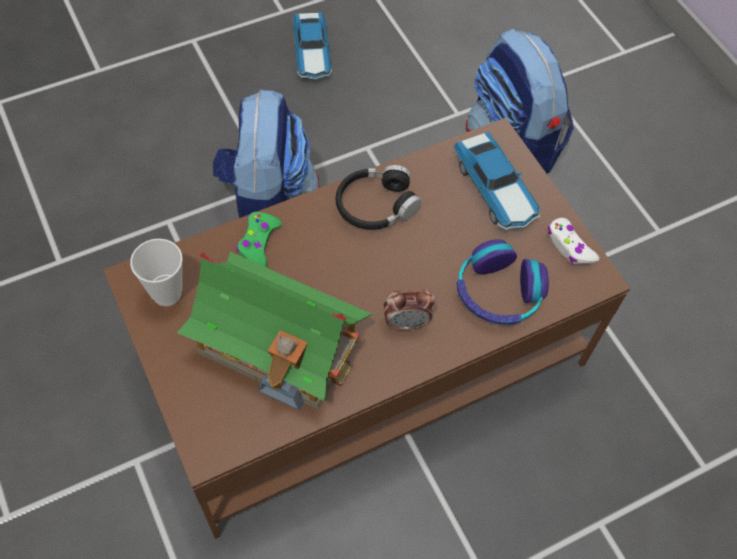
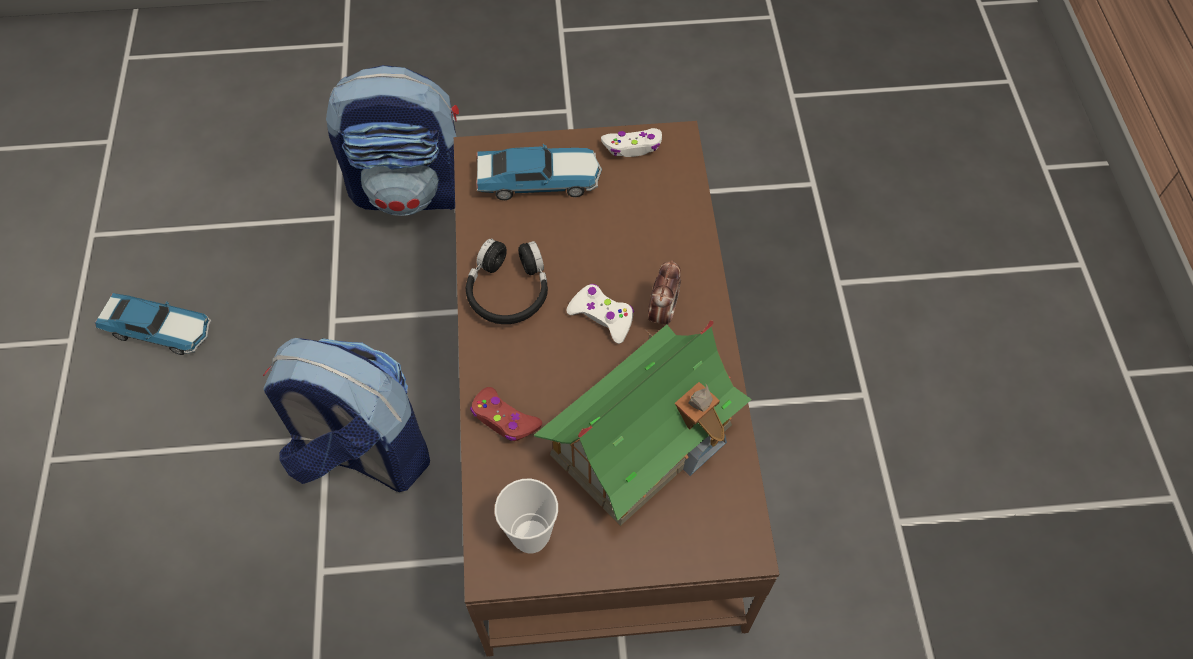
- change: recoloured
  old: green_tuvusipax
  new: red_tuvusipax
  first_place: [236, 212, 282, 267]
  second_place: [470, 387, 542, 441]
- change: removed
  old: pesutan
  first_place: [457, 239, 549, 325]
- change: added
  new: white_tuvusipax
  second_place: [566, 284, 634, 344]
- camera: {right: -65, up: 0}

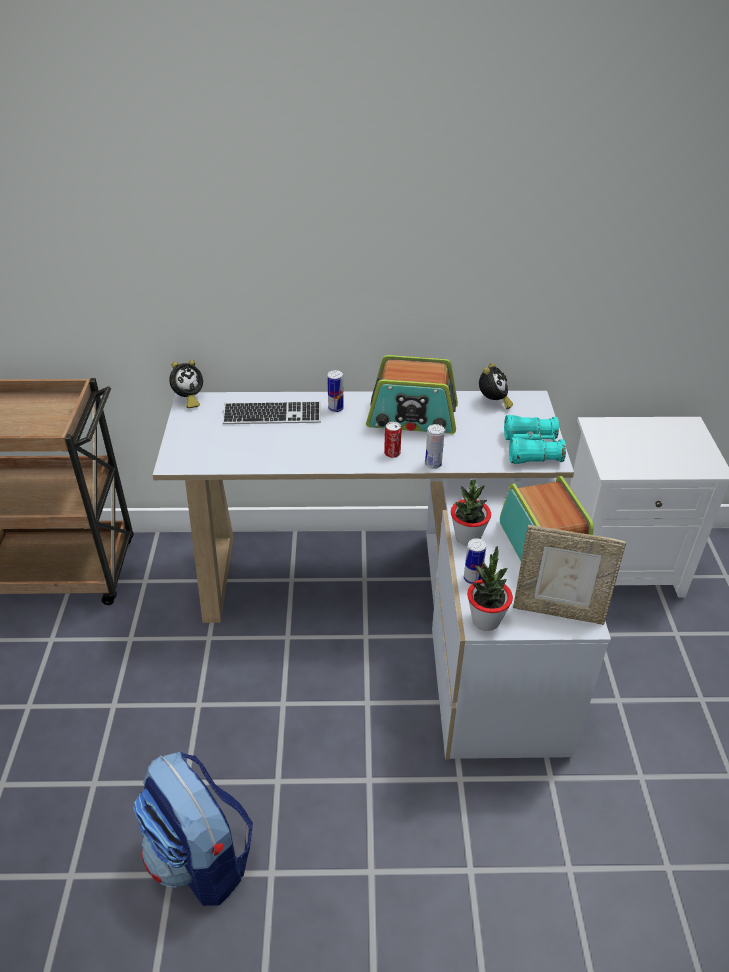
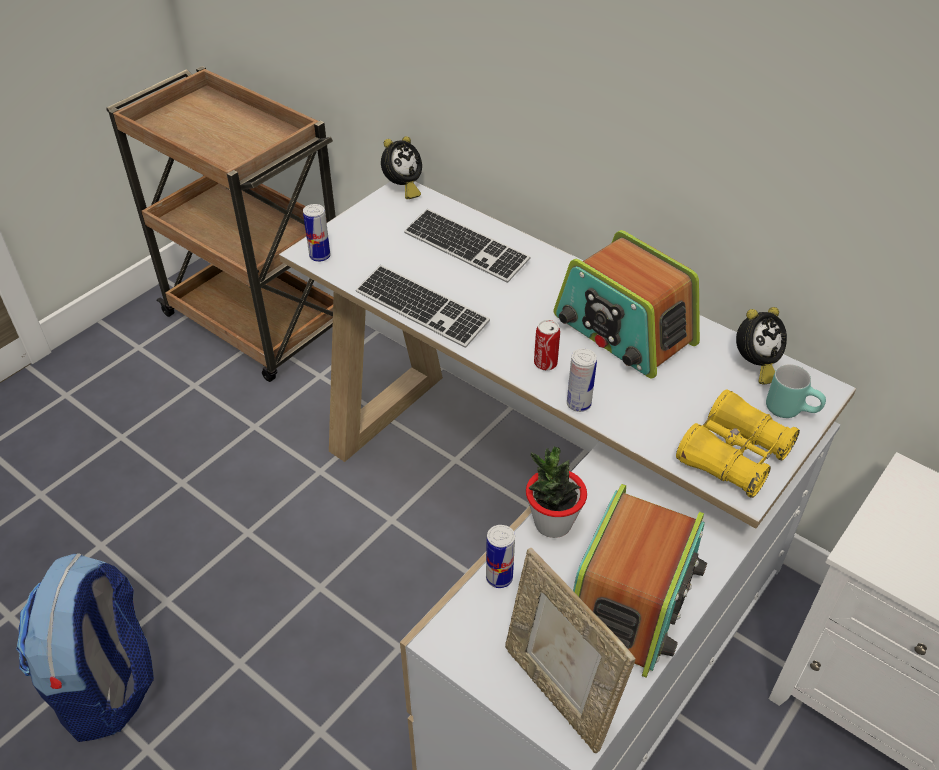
- change: turned
  old: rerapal
  first_place: [169, 360, 203, 408]
  second_place: [381, 136, 422, 199]
  degrees: -45
- change: moved
  old: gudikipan
  first_place: [327, 370, 344, 412]
  second_place: [303, 204, 331, 262]
- change: recoloured
  old: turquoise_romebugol
  new: yellow_romebugol
  first_place: [504, 415, 566, 464]
  second_place: [676, 389, 800, 498]
- change: removed
  old: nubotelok
  first_place: [467, 546, 513, 631]
- change: added
  new: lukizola
  second_place: [356, 265, 490, 348]
- change: added
  new: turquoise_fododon
  second_place: [766, 364, 826, 418]
- camera: {right: 40, up: 5}

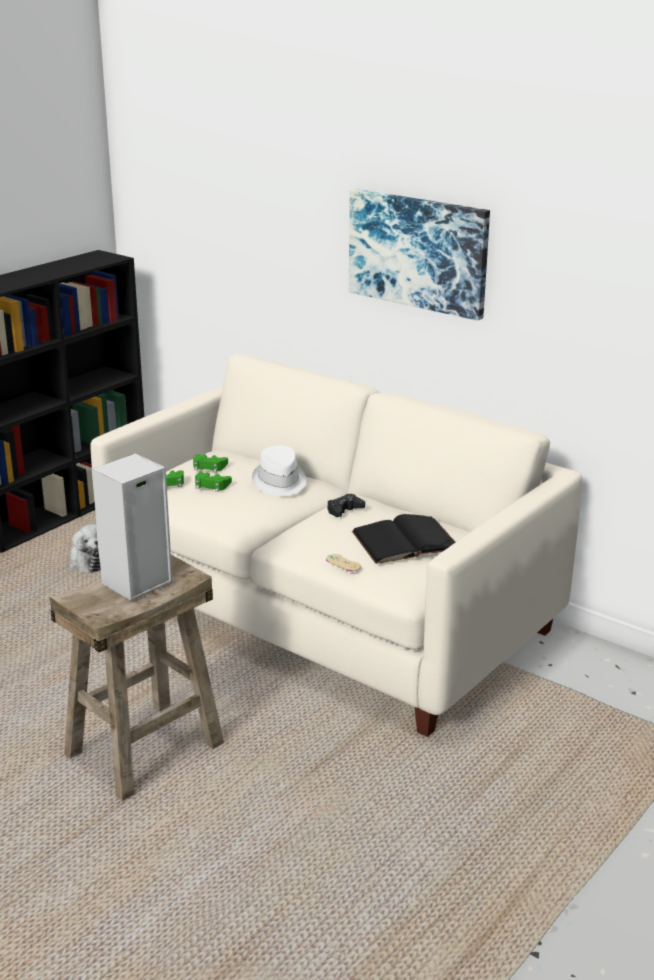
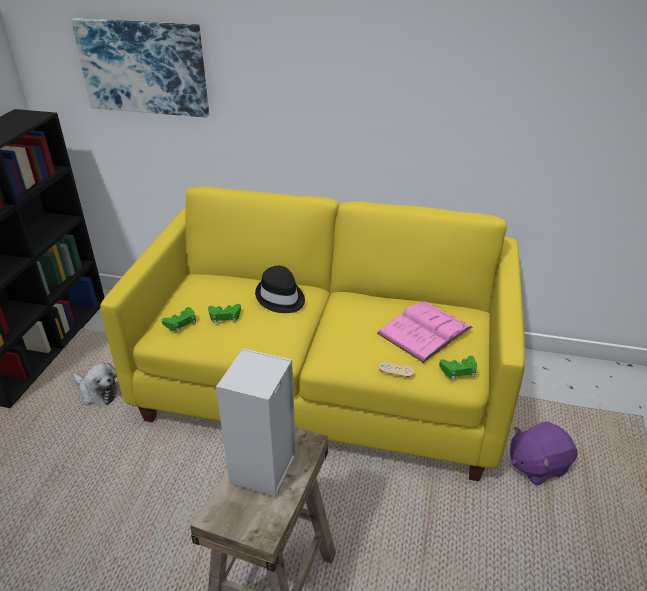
- change: moved
  old: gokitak
  first_place: [349, 189, 490, 321]
  second_place: [71, 18, 209, 118]
- change: recoloured
  old: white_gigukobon
  new: yellow_gigukobon
  first_place: [91, 354, 582, 737]
  second_place: [100, 187, 525, 481]
- change: recoloured
  old: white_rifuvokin
  new: black_rifuvokin
  first_place: [252, 445, 306, 496]
  second_place: [255, 266, 305, 313]
- change: moved
  old: green_tuvusipax
  first_place: [193, 454, 228, 472]
  second_place: [439, 356, 477, 380]
- change: removed
  old: black_tuvusipax
  first_place: [327, 494, 365, 517]
- change: recoloured
  old: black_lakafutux
  new: pink_lakafutux
  first_place: [352, 514, 456, 564]
  second_place: [377, 301, 472, 363]
- change: added
  new: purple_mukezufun
  second_place: [510, 421, 578, 486]
- camera: {right: -25, up: 10}

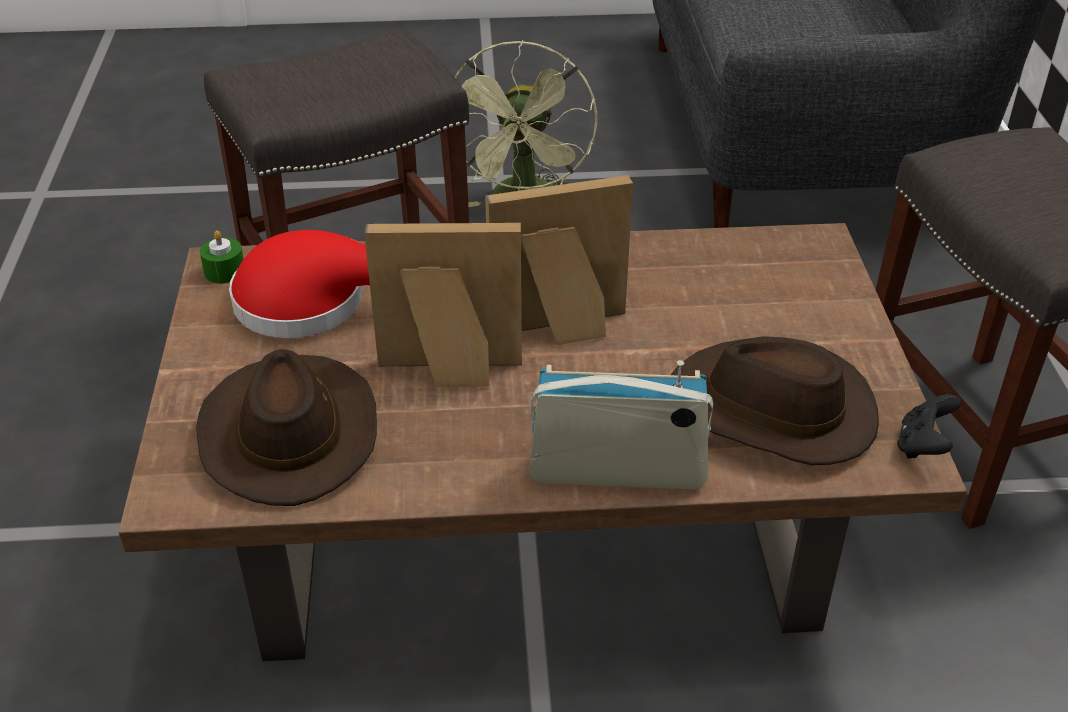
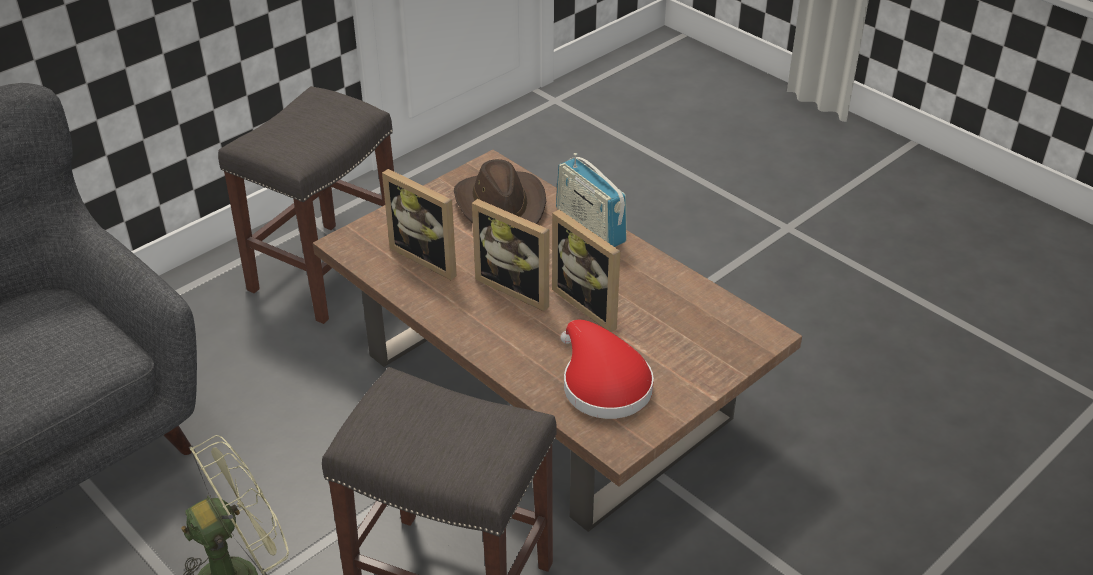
- change: removed
  old: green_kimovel
  first_place: [200, 230, 244, 283]
- change: removed
  old: brown_rifuvokin
  first_place: [196, 349, 377, 506]
- change: removed
  old: black_tuvusipax
  first_place: [897, 394, 961, 459]
- change: added
  new: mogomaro
  second_place: [382, 169, 457, 280]
- camera: {right: -130, up: 0}

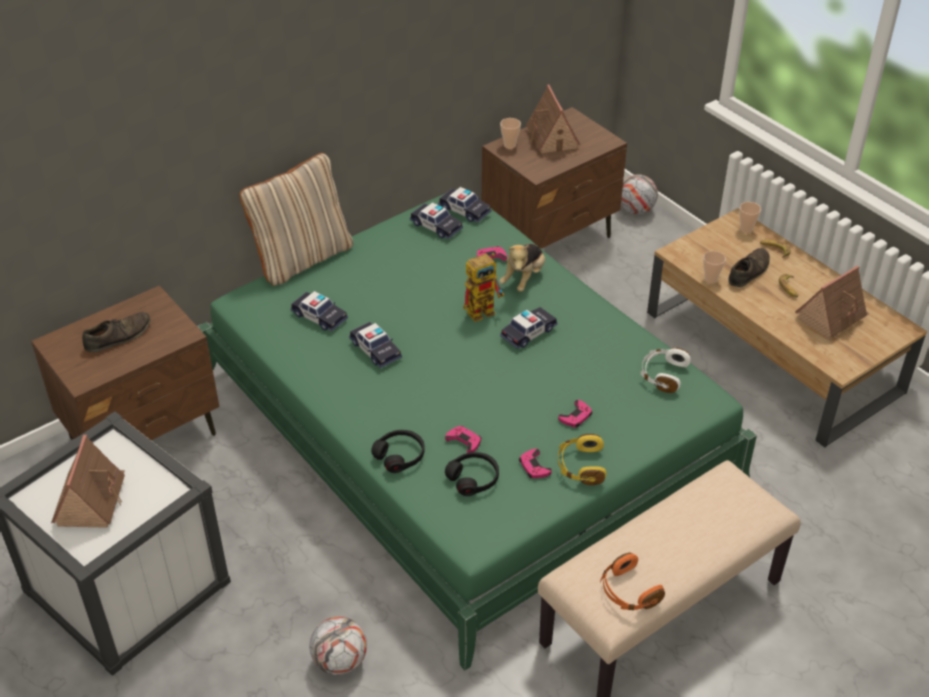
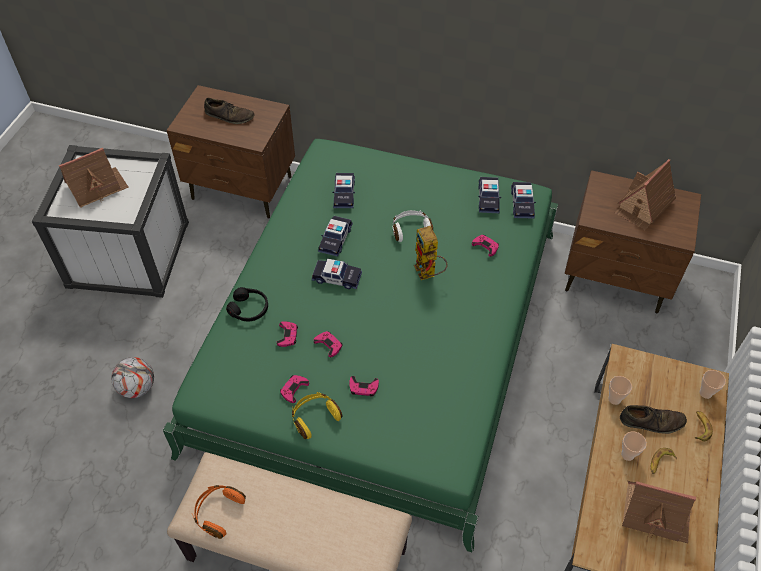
- change: moved
  old: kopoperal
  first_place: [500, 118, 521, 149]
  second_place: [621, 431, 647, 461]
- change: removed
  old: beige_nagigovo
  first_place: [239, 153, 353, 286]
- change: removed
  old: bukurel
  first_place: [621, 175, 658, 214]
- change: removed
  old: mukezufun
  first_place: [499, 243, 545, 292]
- change: turned
  old: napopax
  first_place: [463, 253, 504, 322]
  second_place: [414, 226, 448, 280]
  degrees: 45
- change: moved
  old: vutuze
  first_place: [500, 307, 558, 349]
  second_place: [312, 258, 362, 289]
- change: moved
  old: white_pesutan
  first_place: [641, 347, 691, 393]
  second_place: [393, 210, 433, 242]
- change: removed
  old: black_pesutan
  first_place: [445, 452, 499, 496]
- change: added
  new: pink_tuvusipax
  second_place: [314, 331, 343, 357]
- camera: {right: 55, up: 10}

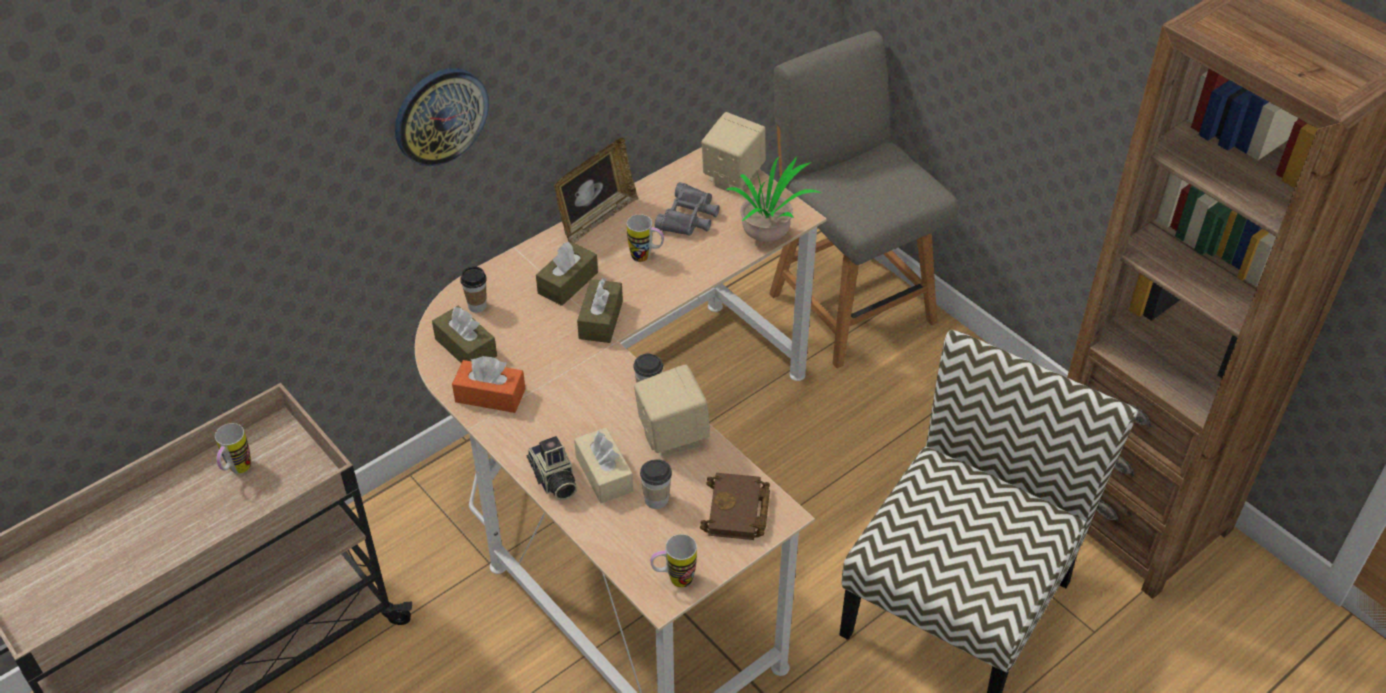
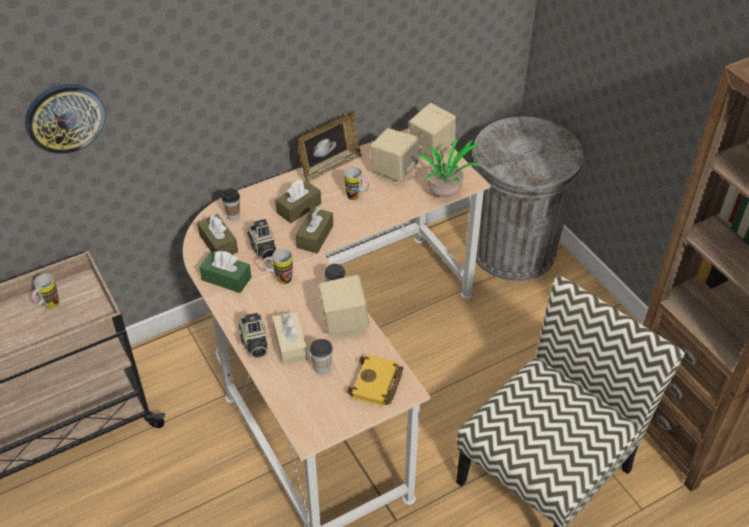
- change: replaced
  old: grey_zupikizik
  new: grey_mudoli
  first_place: [769, 30, 959, 368]
  second_place: [472, 117, 583, 281]
- change: moved
  old: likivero
  first_place: [395, 68, 489, 166]
  second_place: [25, 84, 106, 154]
- change: replaced
  old: grey_romebugol
  new: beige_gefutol
  first_place: [655, 182, 720, 236]
  second_place: [370, 128, 419, 186]
- change: recoloured
  old: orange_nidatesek
  new: green_nidatesek
  first_place: [452, 356, 525, 413]
  second_place: [199, 251, 251, 293]
- change: recoloured
  old: brown_lakafutux
  new: yellow_lakafutux
  first_place: [700, 473, 770, 540]
  second_place: [347, 355, 404, 406]
- change: moved
  old: fododon
  first_place: [650, 534, 697, 588]
  second_place: [263, 249, 293, 284]
- change: added
  new: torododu
  second_place: [247, 219, 276, 261]
- camera: {right: 10, up: 0}

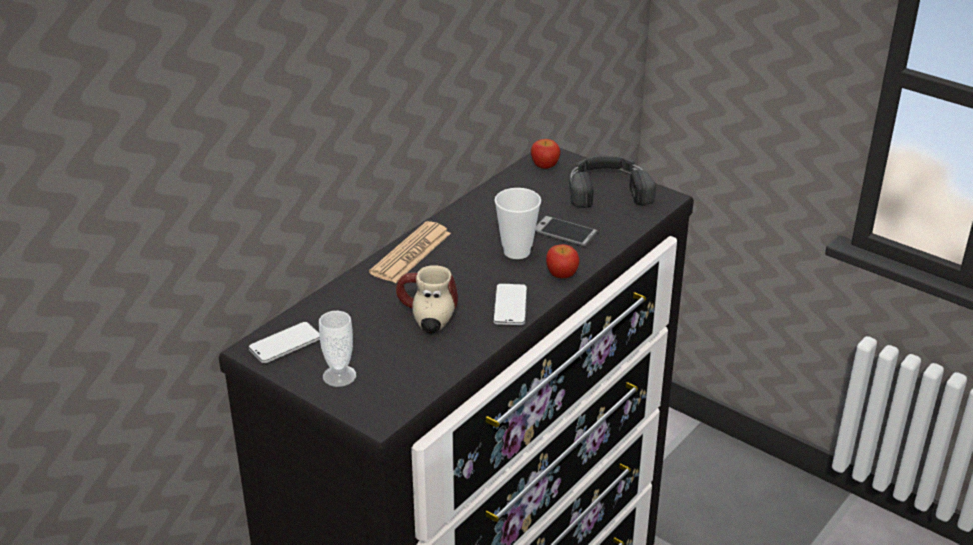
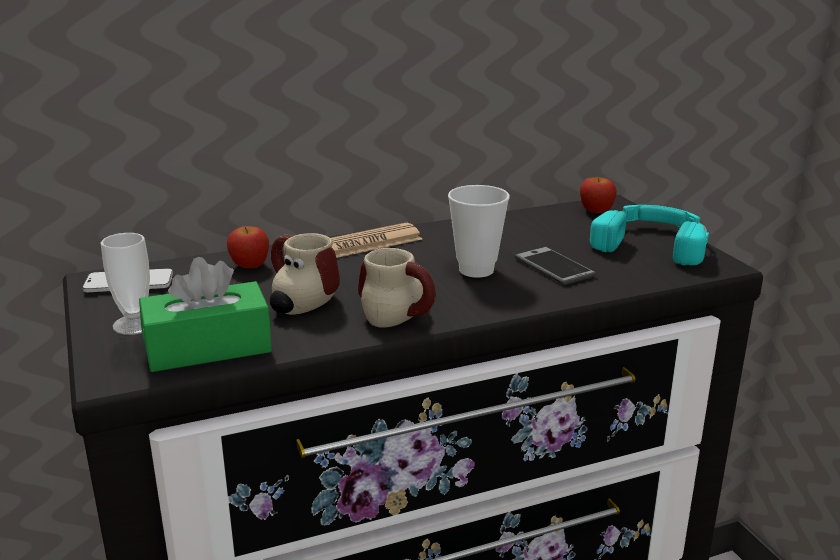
- change: recoloured
  old: black_pesutan
  new: turquoise_pesutan
  first_place: [569, 156, 656, 208]
  second_place: [590, 205, 709, 266]
- change: moved
  old: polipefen
  first_place: [546, 244, 579, 278]
  second_place: [227, 226, 269, 268]
- change: replaced
  old: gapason
  new: fododon
  first_place: [493, 284, 527, 325]
  second_place: [358, 248, 436, 328]
- change: added
  new: green_nidatesek
  second_place: [139, 257, 272, 372]
- camera: {right: 30, up: -10}

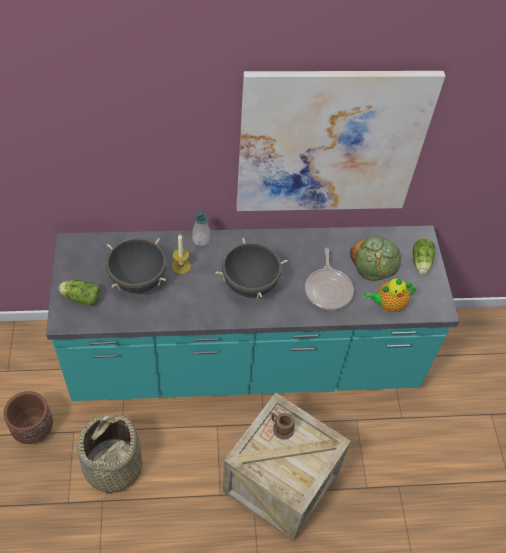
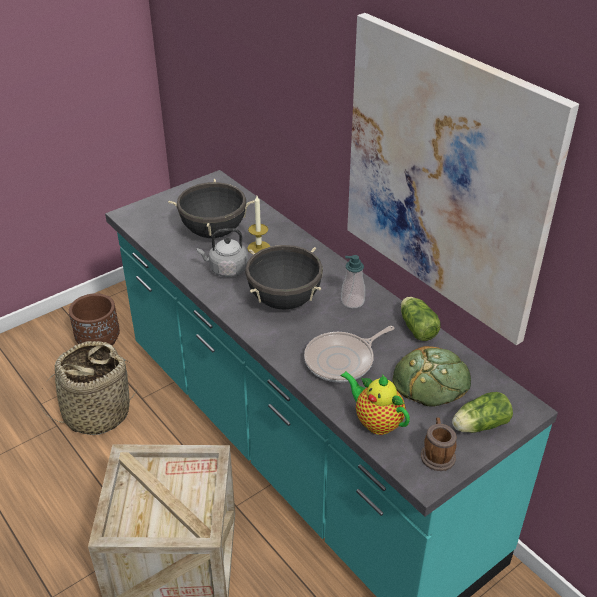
- change: moved
  old: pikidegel
  first_place: [192, 211, 210, 246]
  second_place: [341, 255, 365, 308]
- change: moved
  old: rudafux
  first_place: [58, 280, 100, 306]
  second_place: [401, 297, 440, 341]
- change: moved
  old: fododon
  first_place: [271, 413, 295, 440]
  second_place: [421, 418, 457, 471]
- change: added
  new: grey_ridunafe
  second_place: [197, 228, 248, 277]
- camera: {right: 60, up: -15}

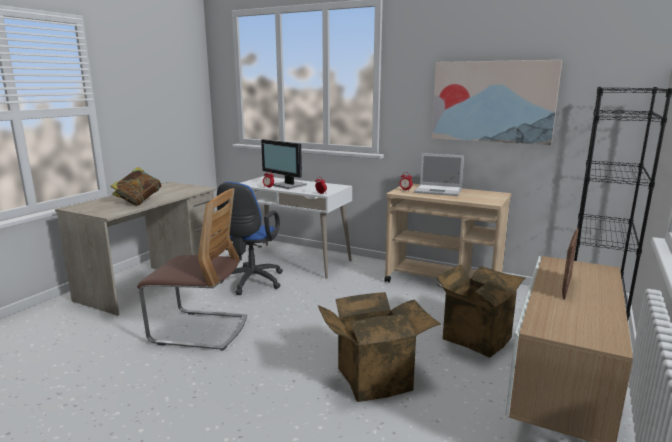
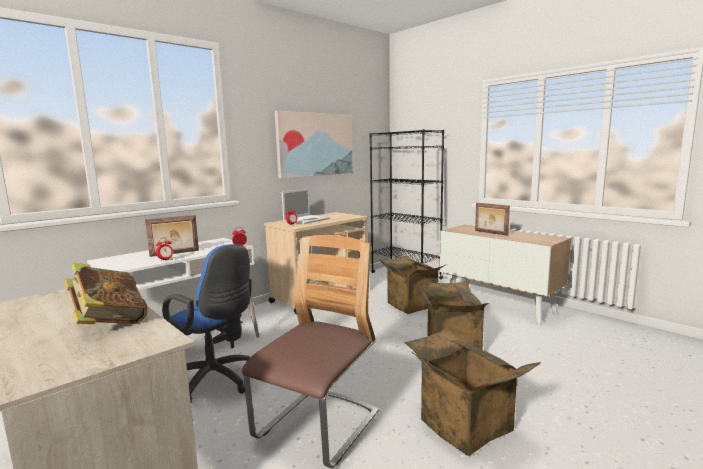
- change: replaced
  old: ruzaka
  new: mogomaro
  first_place: [261, 139, 307, 189]
  second_place: [145, 215, 199, 257]
- change: added
  new: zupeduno
  second_place: [404, 328, 541, 456]
- camera: {right: -70, up: -5}

